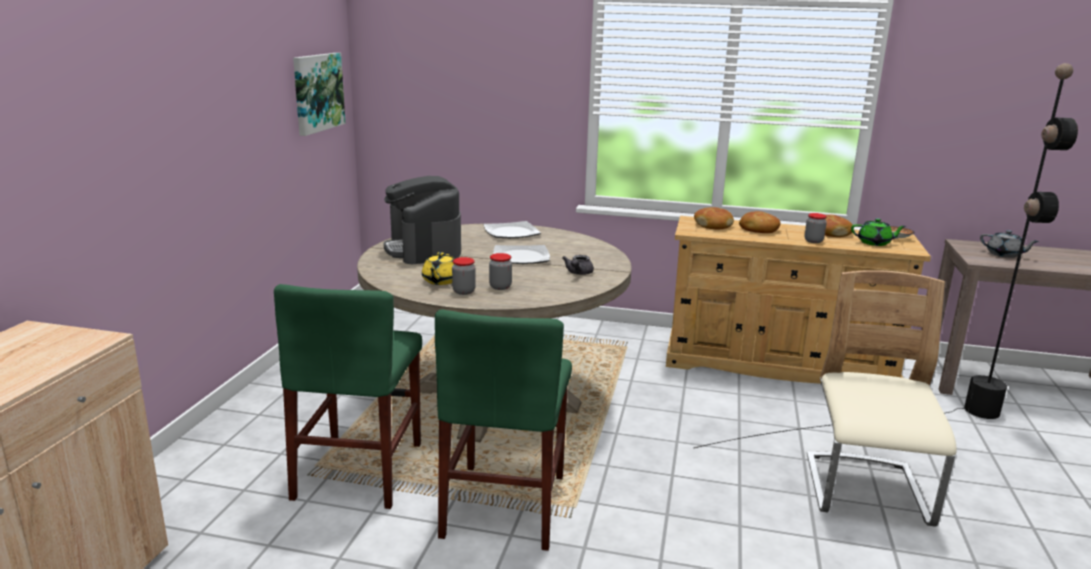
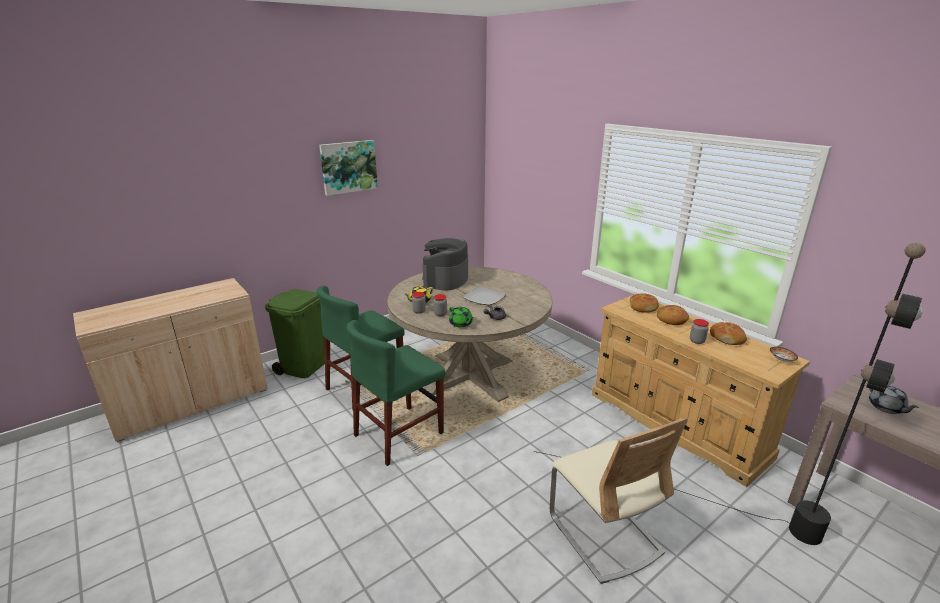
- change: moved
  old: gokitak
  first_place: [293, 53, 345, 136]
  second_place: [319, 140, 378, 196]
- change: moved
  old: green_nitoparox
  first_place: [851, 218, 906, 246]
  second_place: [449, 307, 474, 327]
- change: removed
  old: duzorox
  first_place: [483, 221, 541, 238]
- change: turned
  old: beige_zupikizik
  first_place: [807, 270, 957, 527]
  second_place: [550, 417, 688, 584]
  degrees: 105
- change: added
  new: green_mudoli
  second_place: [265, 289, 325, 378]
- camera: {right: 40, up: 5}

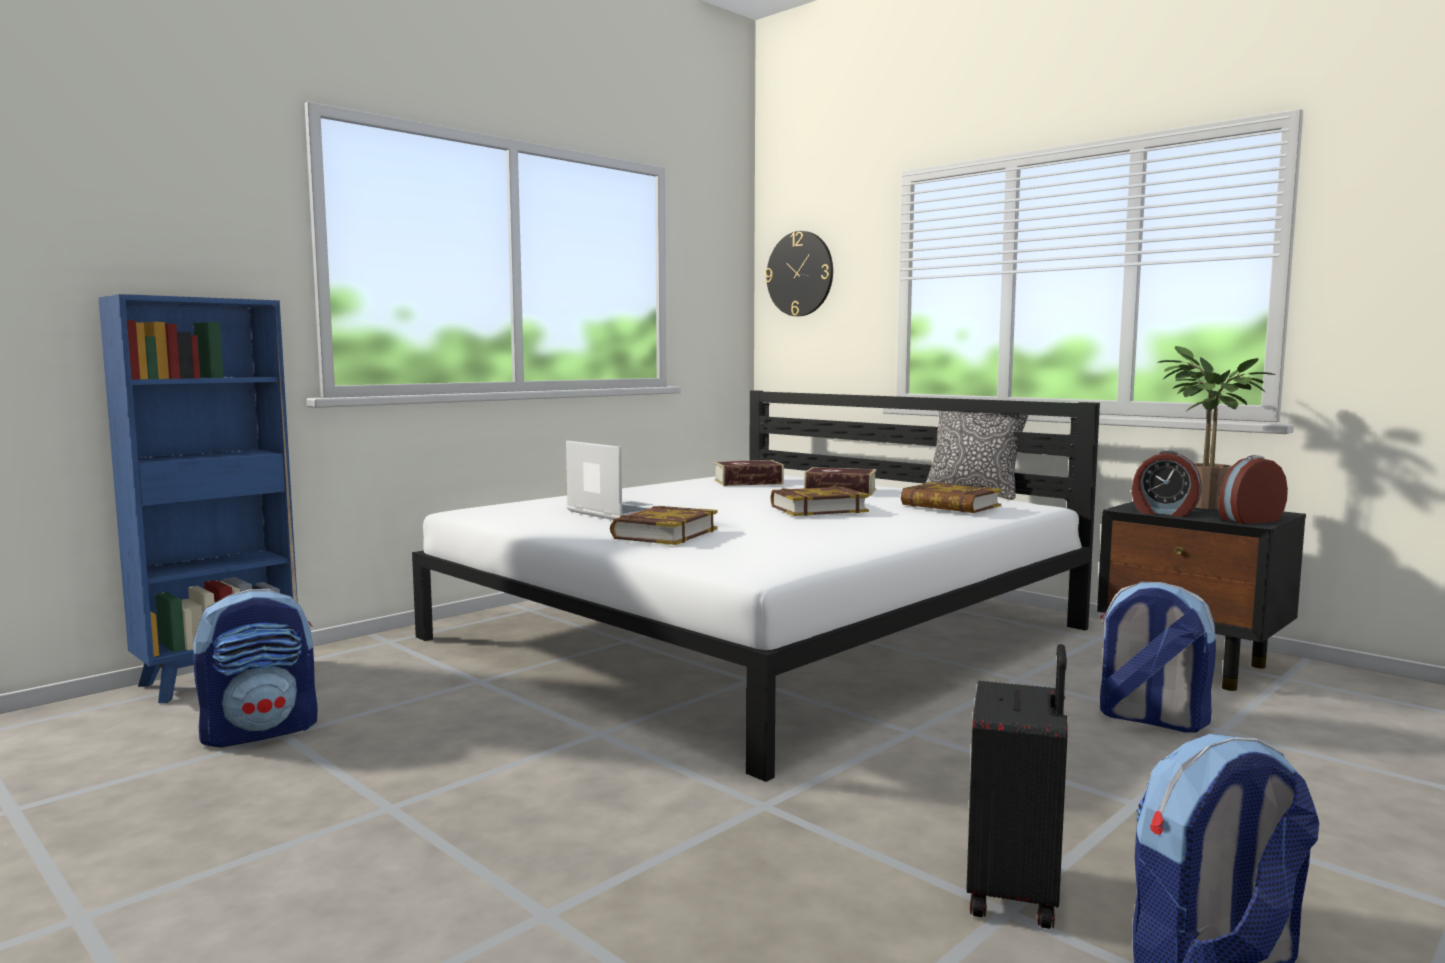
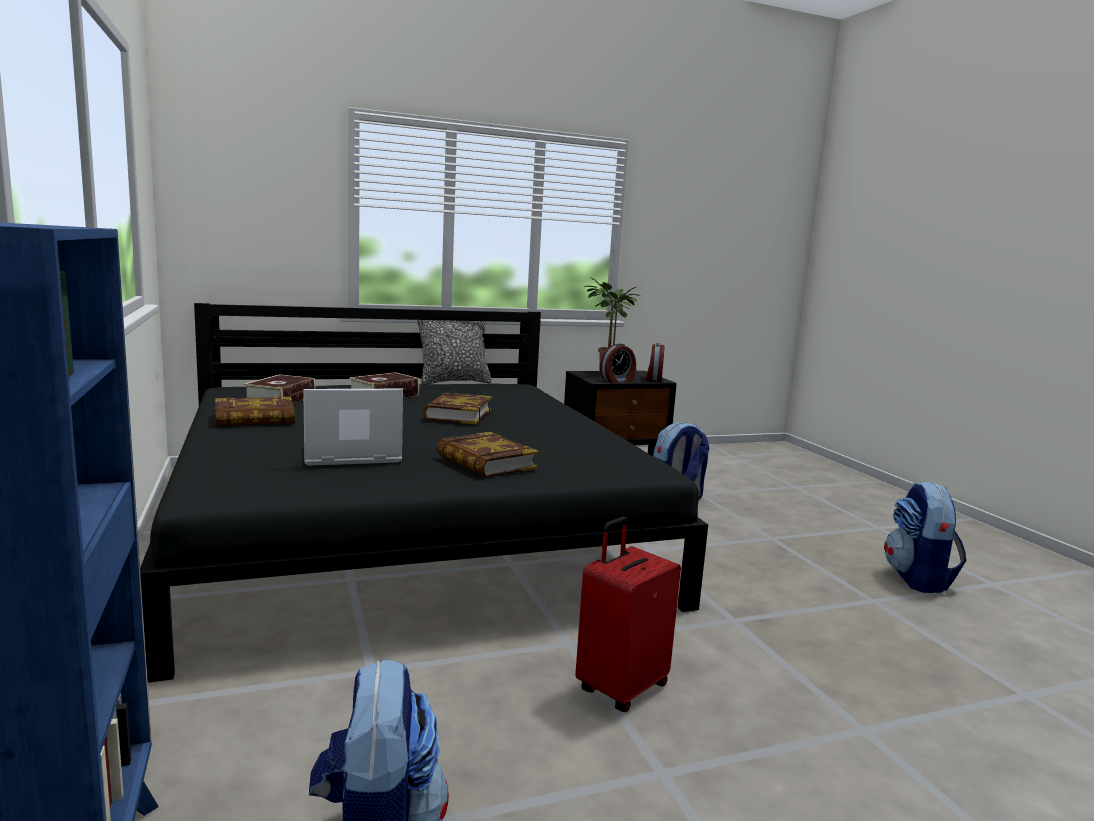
- change: removed
  old: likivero
  first_place: [765, 231, 833, 316]
- change: recoloured
  old: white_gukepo
  new: black_gukepo
  first_place: [412, 390, 1100, 782]
  second_place: [140, 303, 708, 683]
- change: moved
  old: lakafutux
  first_place: [901, 482, 1002, 513]
  second_place: [215, 396, 295, 426]
- change: removed
  old: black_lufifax
  first_place: [967, 644, 1068, 929]
- change: added
  new: red_lufifax
  second_place: [575, 517, 681, 712]
- camera: {right: -65, up: 5}

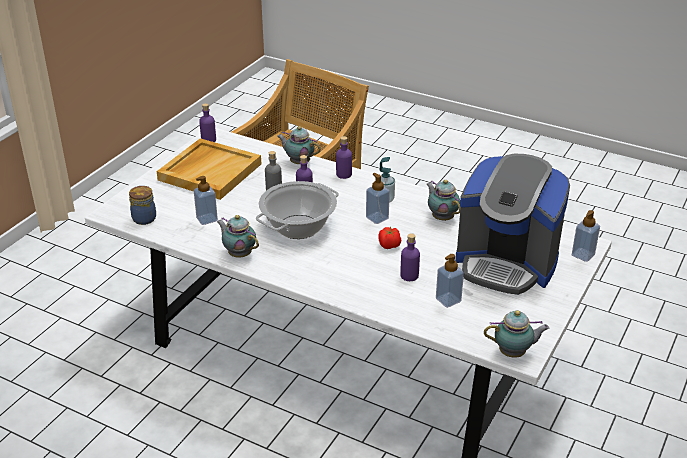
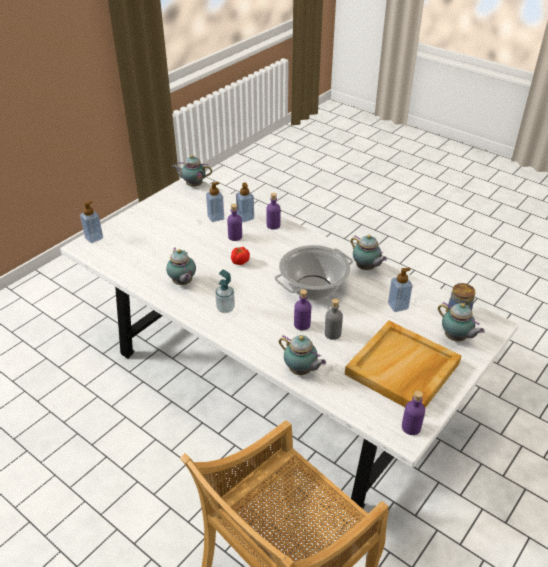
- change: moved
  old: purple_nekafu
  first_place: [336, 136, 352, 179]
  second_place: [267, 193, 281, 230]
- change: removed
  old: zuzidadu
  first_place: [455, 154, 570, 295]
- change: moved
  old: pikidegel
  first_place: [366, 173, 390, 224]
  second_place: [236, 182, 254, 222]
- change: added
  new: nitoparox
  second_place: [438, 302, 485, 342]
- camera: {right: -170, up: 5}

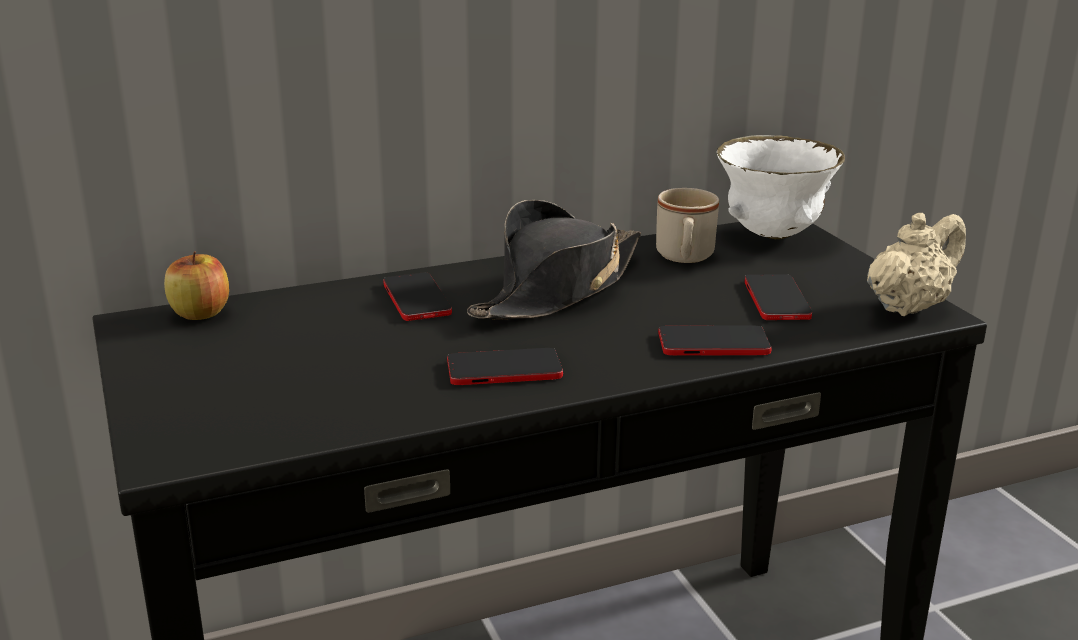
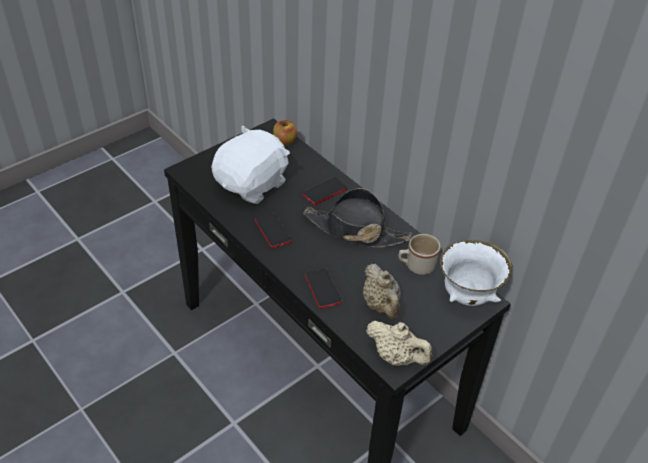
- change: replaced
  old: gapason
  new: beige_nitoparox
  first_place: [745, 274, 812, 320]
  second_place: [363, 264, 401, 319]
- change: added
  new: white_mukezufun
  second_place: [211, 125, 290, 204]
- camera: {right: 70, up: 20}

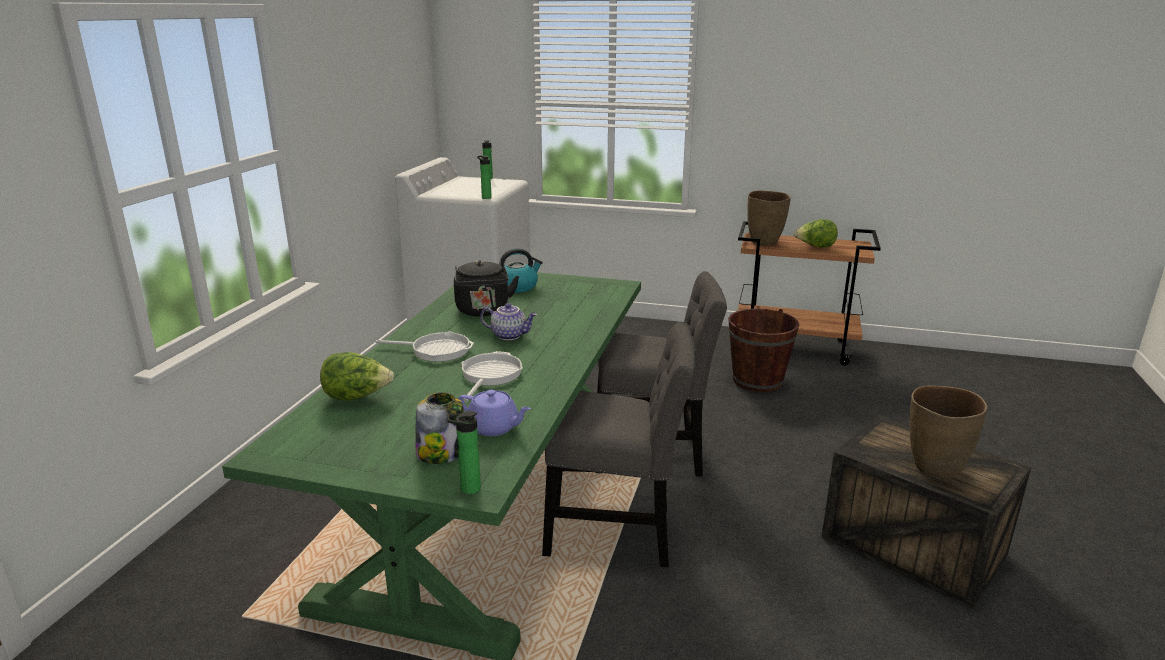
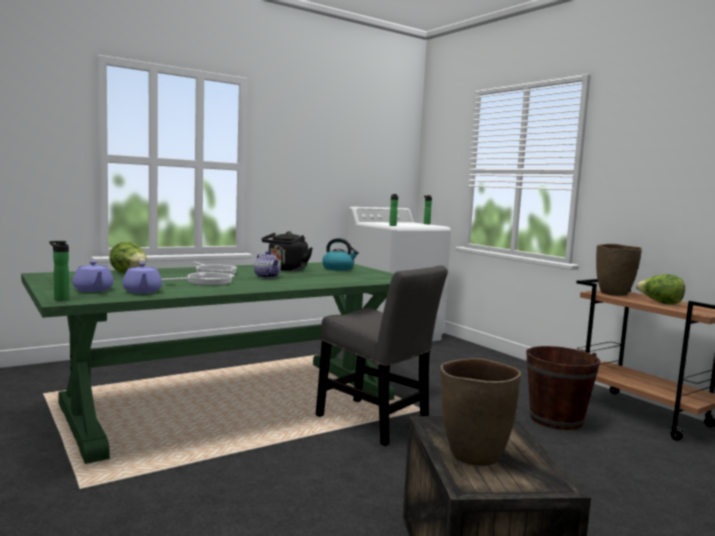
- change: removed
  old: grey_zupikizik
  first_place: [542, 322, 695, 567]
- change: replaced
  old: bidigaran
  new: purple_nitoparox
  first_place: [416, 392, 464, 464]
  second_place: [72, 261, 114, 292]
- camera: {right: 40, up: -15}

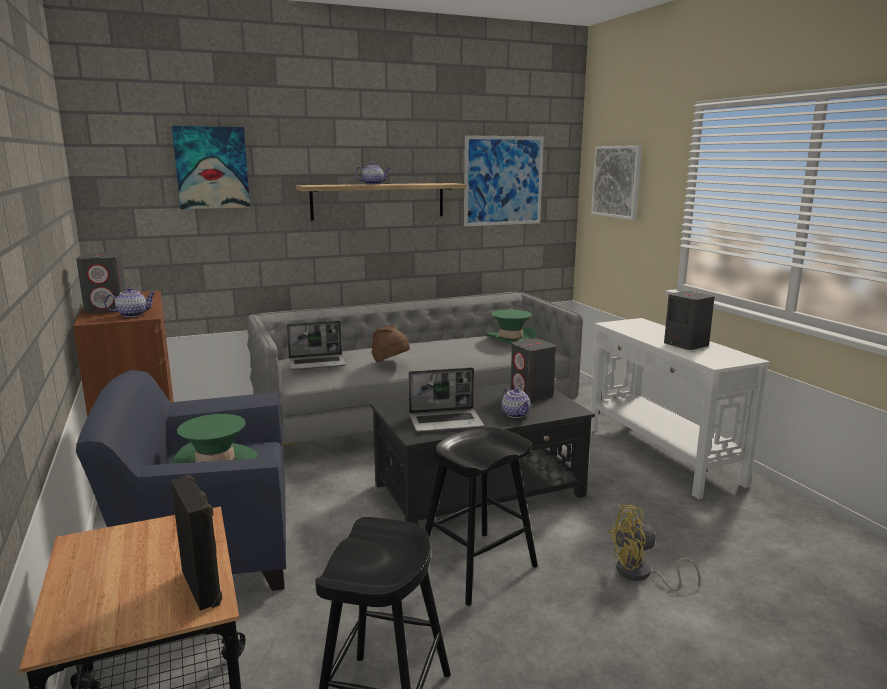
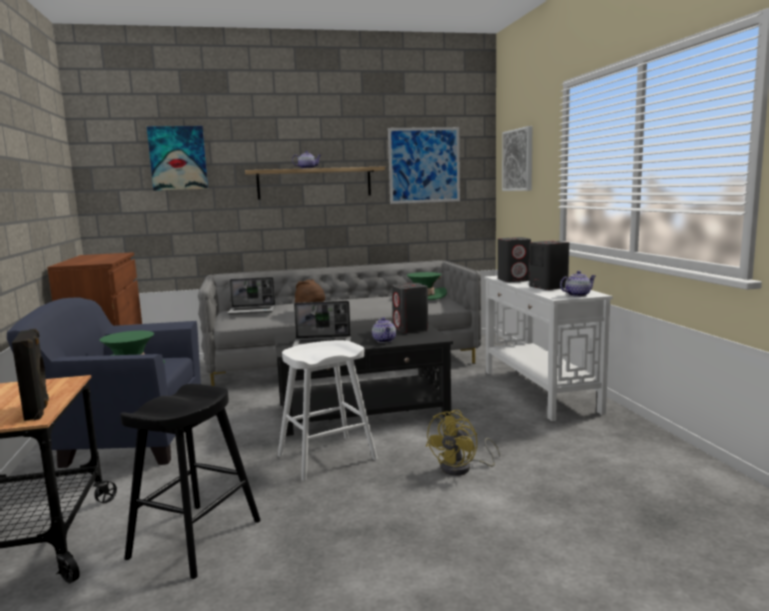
- change: moved
  old: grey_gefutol
  first_place: [76, 252, 126, 313]
  second_place: [498, 237, 531, 282]
- change: moved
  old: nitoparox
  first_place: [104, 287, 156, 317]
  second_place: [560, 271, 596, 297]
- change: recoloured
  old: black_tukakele
  new: white_tukakele
  first_place: [425, 427, 538, 606]
  second_place: [278, 340, 378, 481]
- change: turned
  old: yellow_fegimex
  first_place: [608, 505, 701, 591]
  second_place: [426, 410, 500, 476]
  degrees: -60
- camera: {right: 10, up: -5}

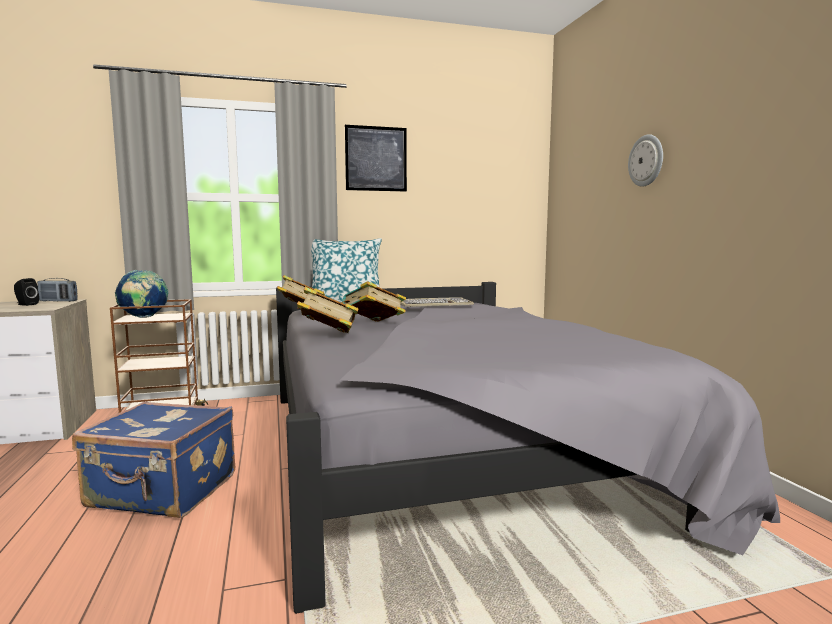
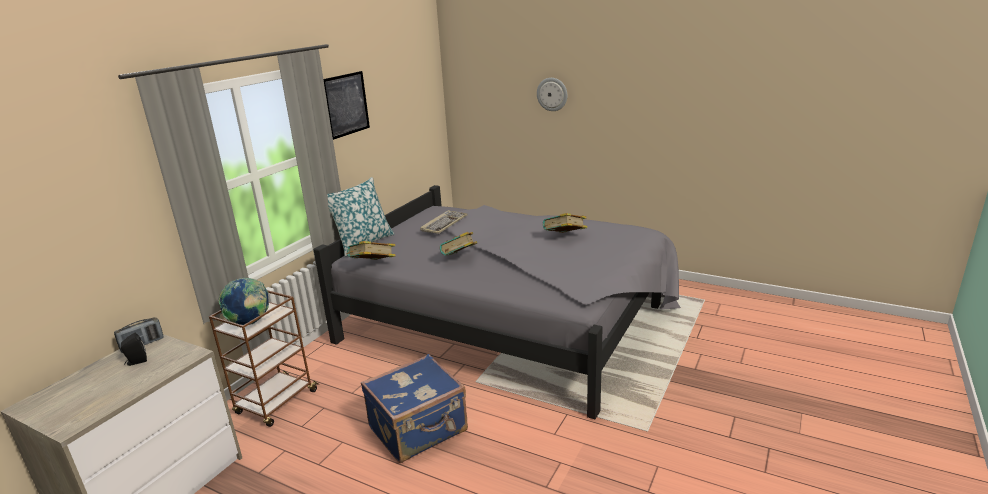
- change: moved
  old: lakafutux
  first_place: [297, 287, 359, 333]
  second_place: [543, 213, 588, 233]
- camera: {right: -45, up: 15}

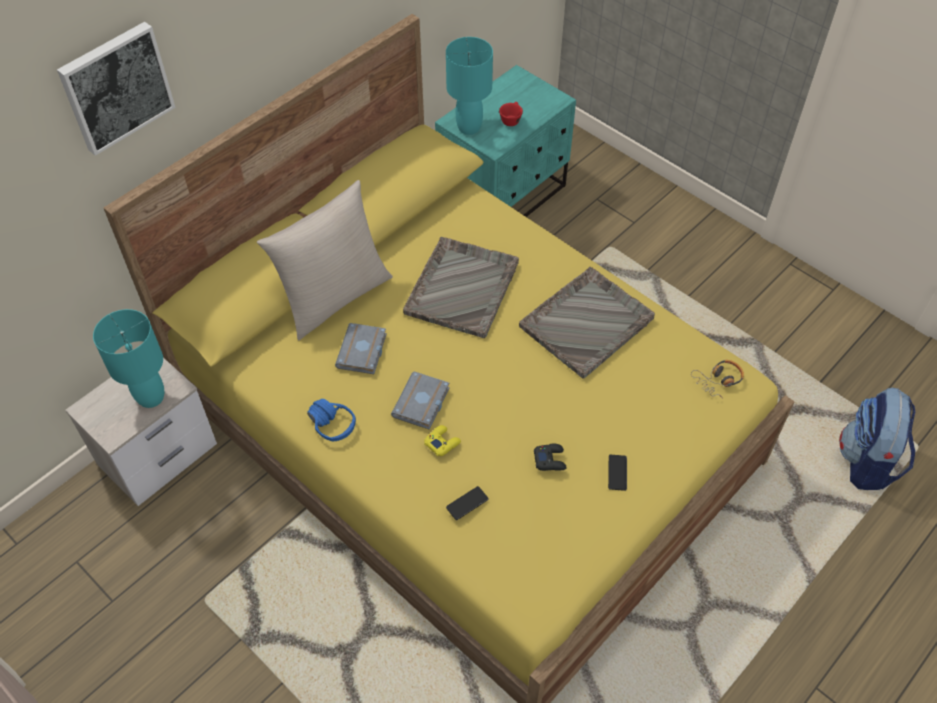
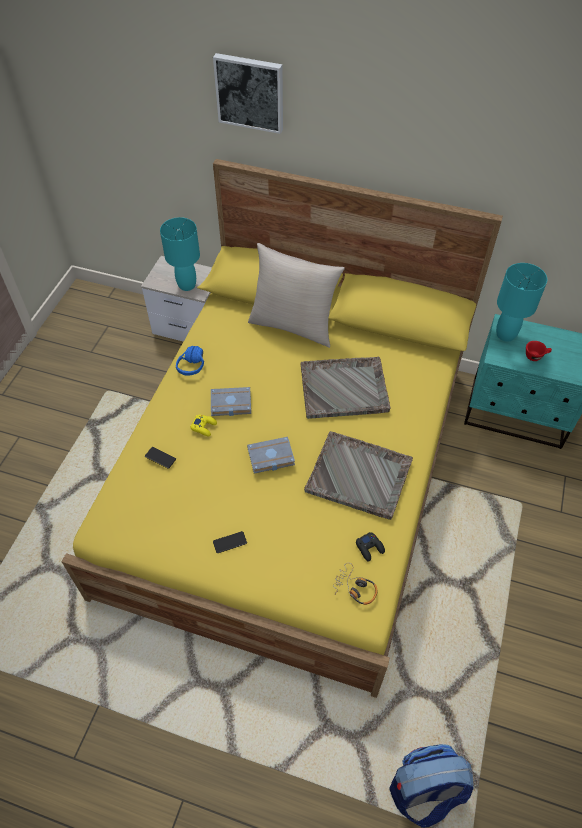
- change: moved
  old: grey_lakafutux
  first_place: [335, 323, 387, 374]
  second_place: [247, 437, 295, 474]
- change: moved
  old: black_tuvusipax
  first_place: [534, 444, 567, 471]
  second_place: [356, 532, 385, 562]
- camera: {right: 65, up: 0}

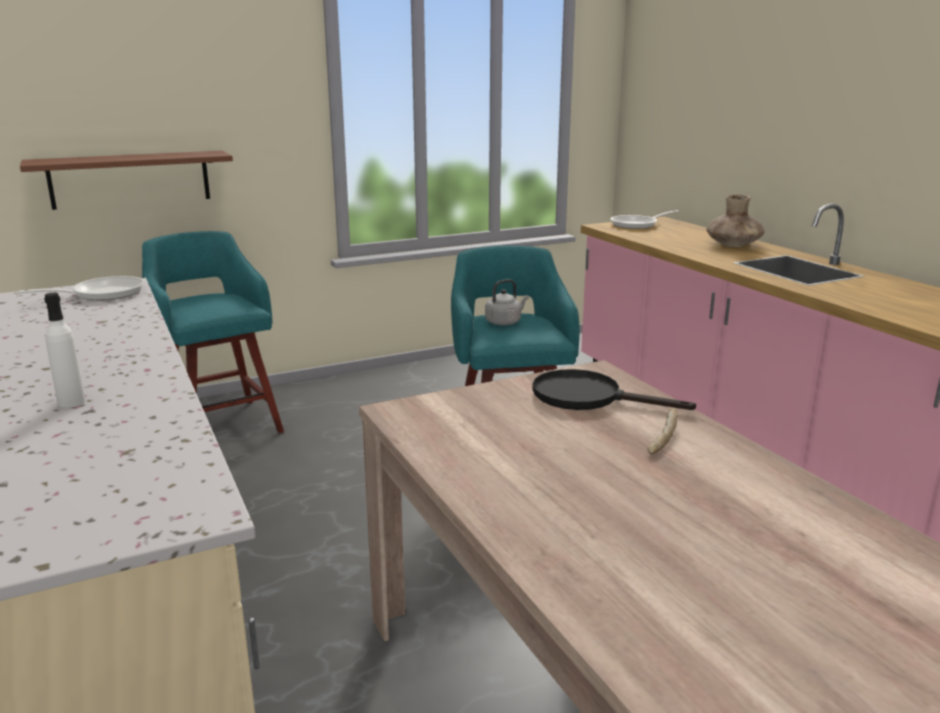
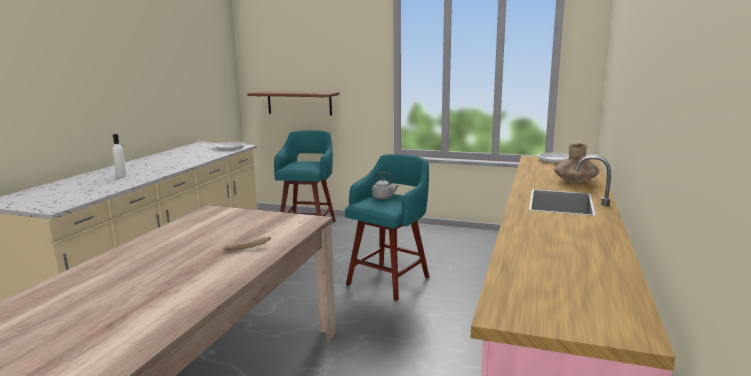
- change: removed
  old: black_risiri
  first_place: [532, 369, 696, 410]
- camera: {right: 45, up: -5}

